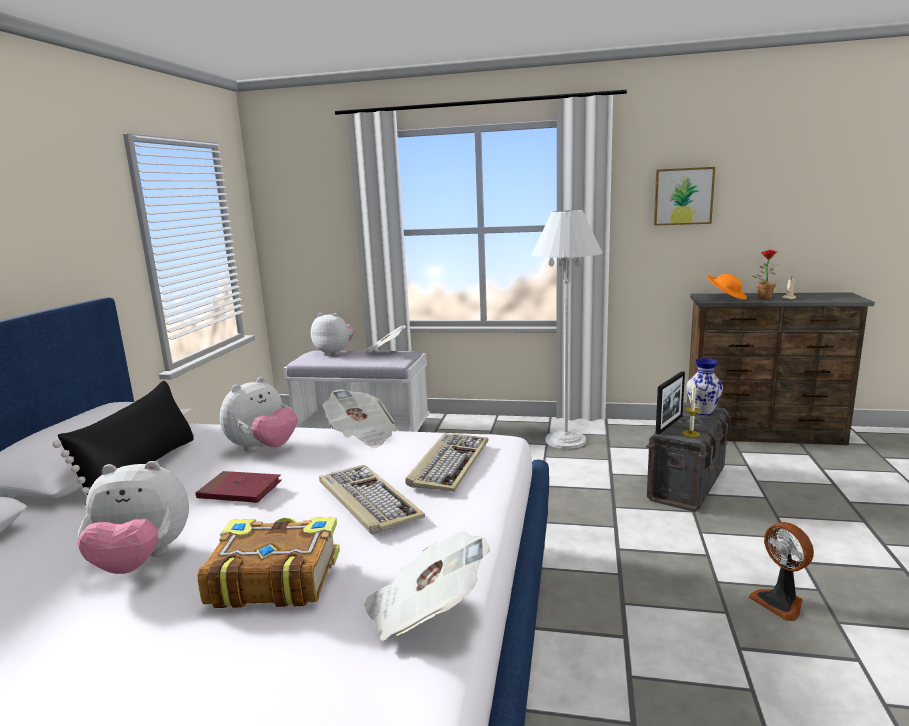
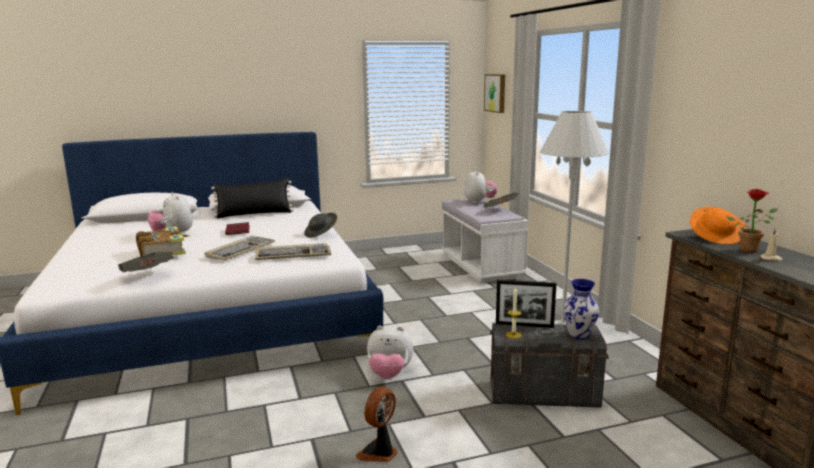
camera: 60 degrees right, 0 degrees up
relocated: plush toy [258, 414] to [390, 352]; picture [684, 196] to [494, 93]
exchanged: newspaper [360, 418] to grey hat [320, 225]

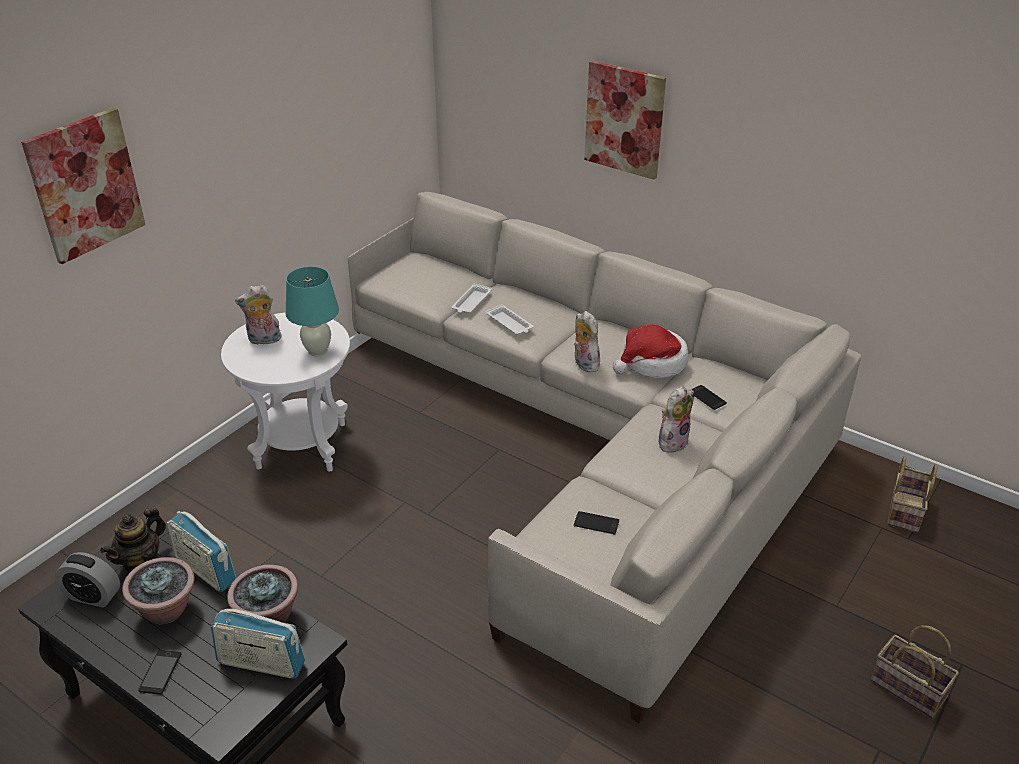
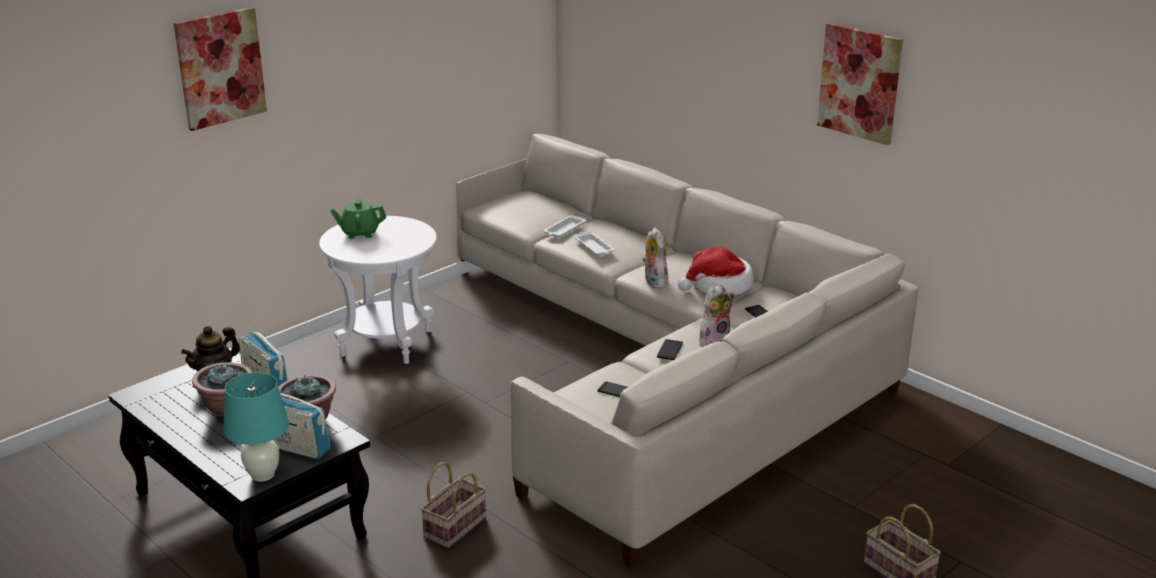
camera: 10 degrees right, 10 degrees down
missing: alarm clock [87, 580]
relocated: turquoise table lamp [312, 311] to [256, 427]; basket [912, 494] to [453, 505]; phone [159, 672] to [670, 349]; picture [625, 120] to [860, 84]
exchanged: plush toy [258, 315] to green teapot [358, 219]

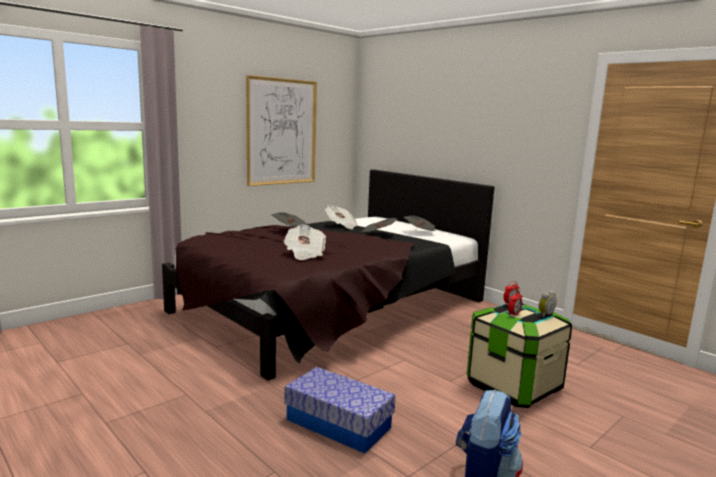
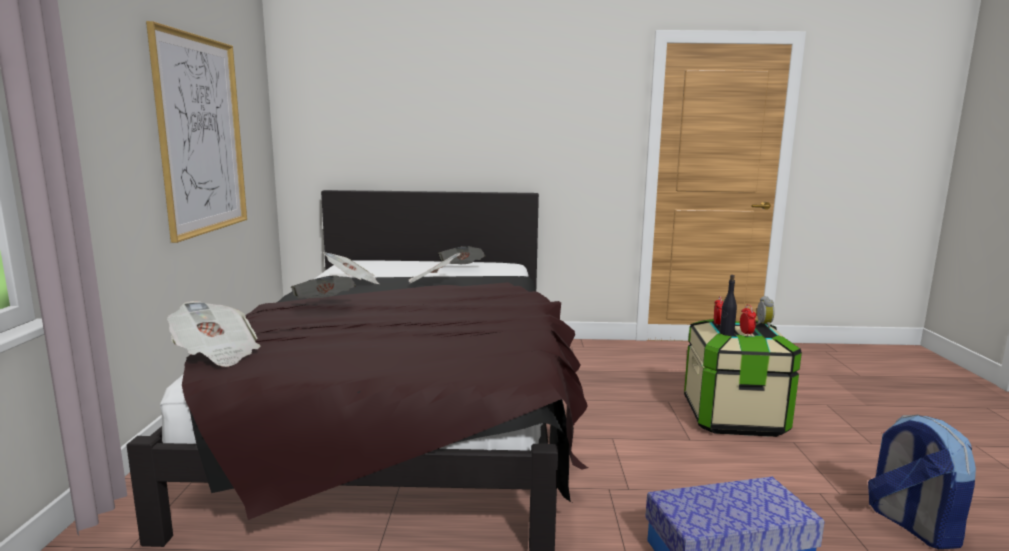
camera: 45 degrees left, 0 degrees up
appeared: black bottle [728, 305]
relocated: newspaper [305, 242] to [214, 334]

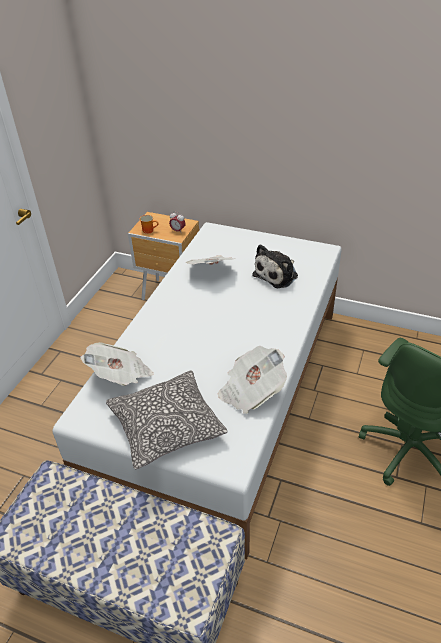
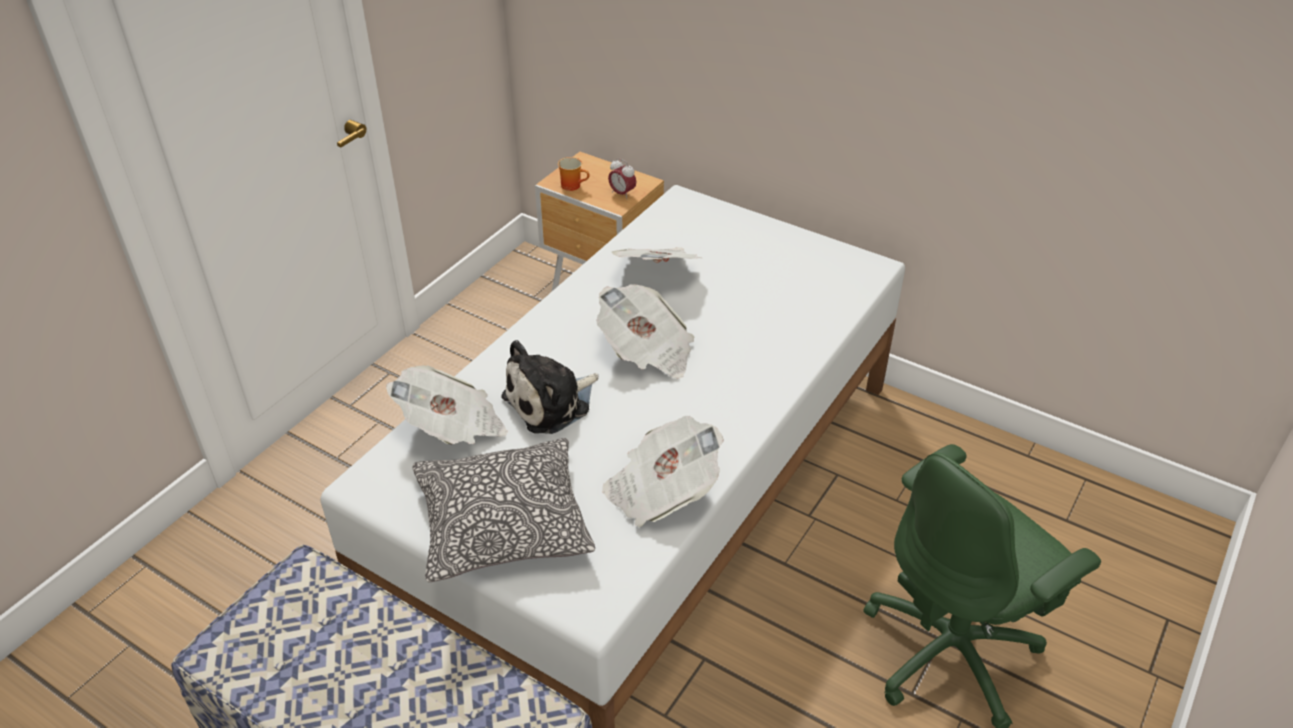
camera: 10 degrees right, 0 degrees up
appeared: newspaper [645, 331]
relocated: plush toy [275, 266] to [550, 387]

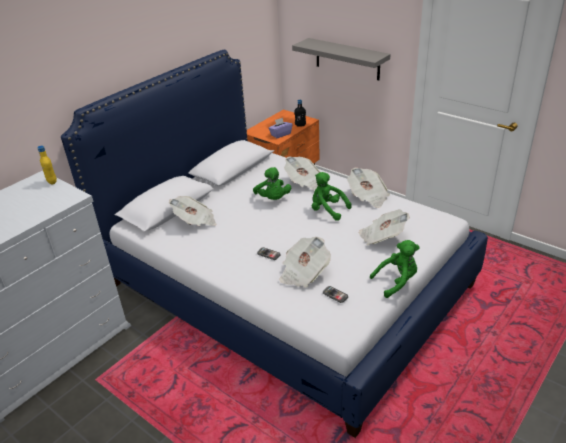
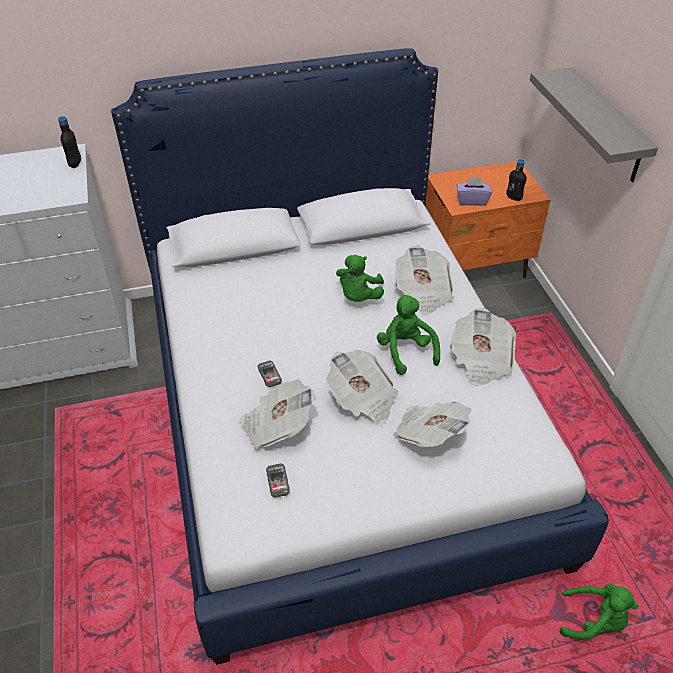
camera: 35 degrees right, 10 degrees up
relocated: newspaper [192, 211] to [362, 387]; green plush toy [395, 269] to [599, 611]
colour: yellow bottle [47, 165] to black bottle [69, 142]

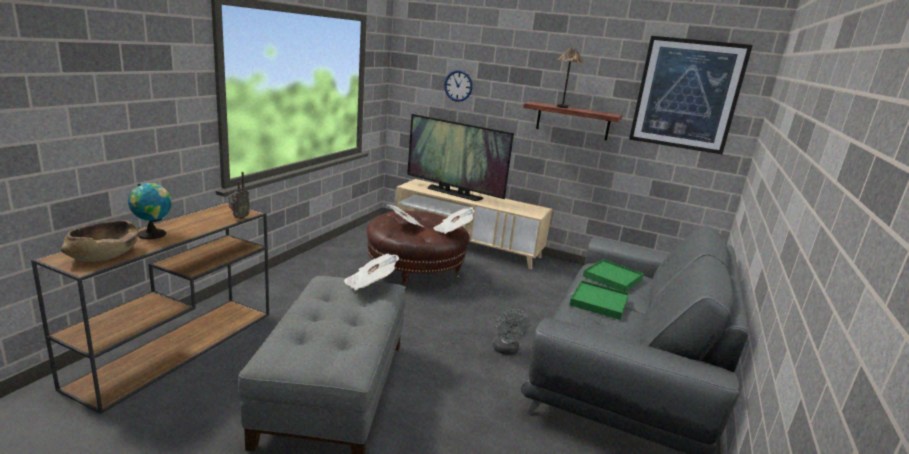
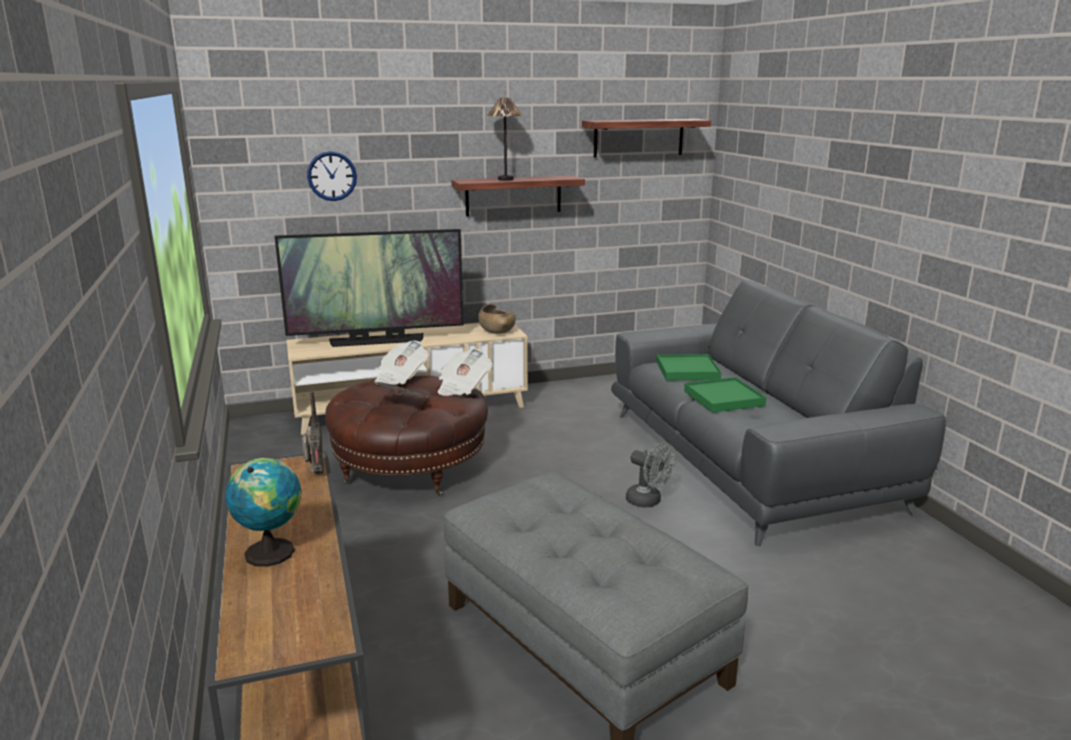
camera: 40 degrees left, 0 degrees up
relocated: newspaper [371, 272] to [401, 362]; brown bowl [99, 241] to [497, 319]
exchanged: picture [691, 95] to shelf [646, 138]

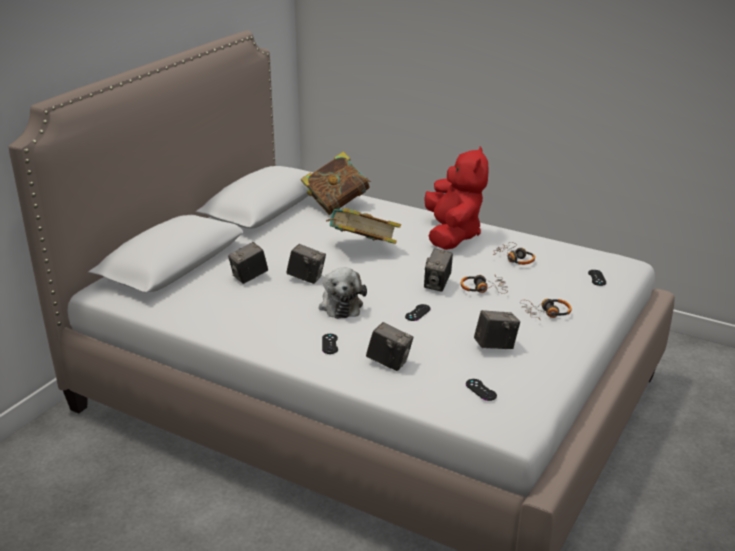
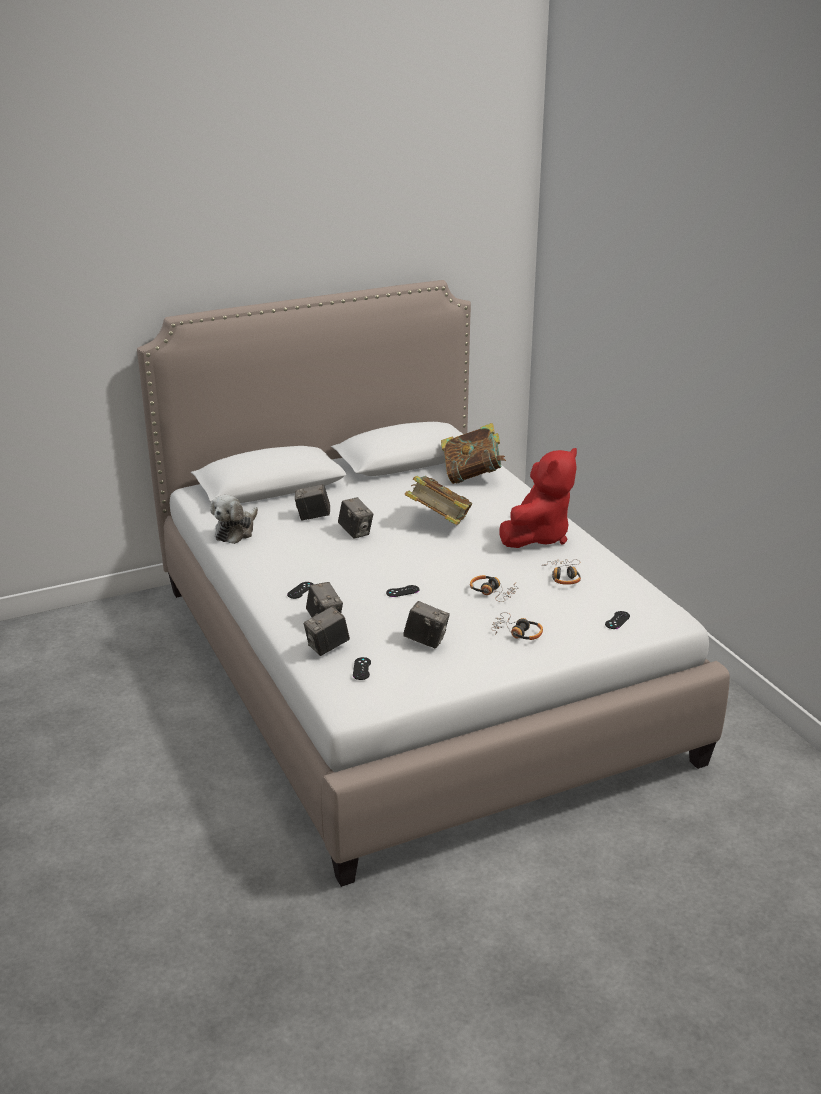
camera: 35 degrees right, 0 degrees up
relocated: plush toy [343, 293] to [234, 519]; photo camera [438, 270] to [327, 631]

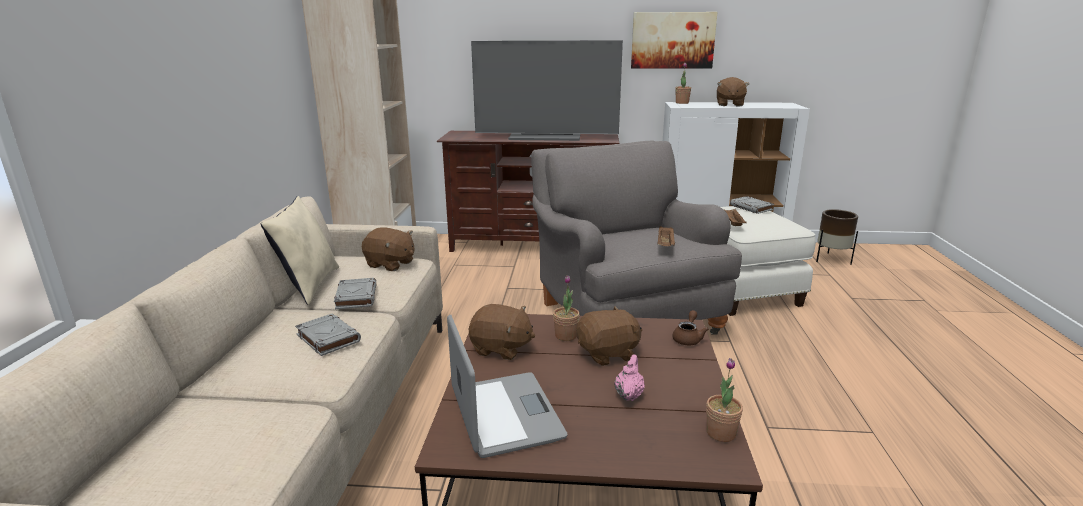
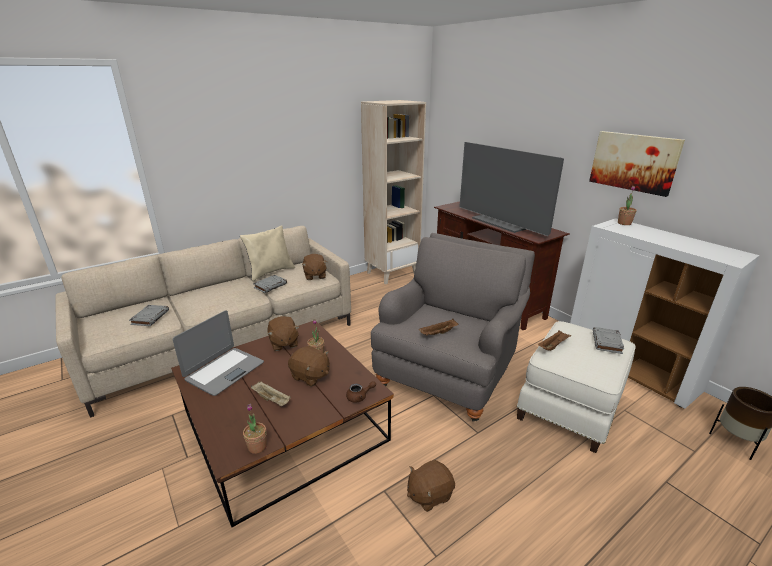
camera: 50 degrees right, 5 degrees up
relocated: grey book [328, 335] to [149, 315]; brown plush toy [733, 91] to [431, 486]
exchanged: pink teapot [629, 377] to beige tray [271, 393]

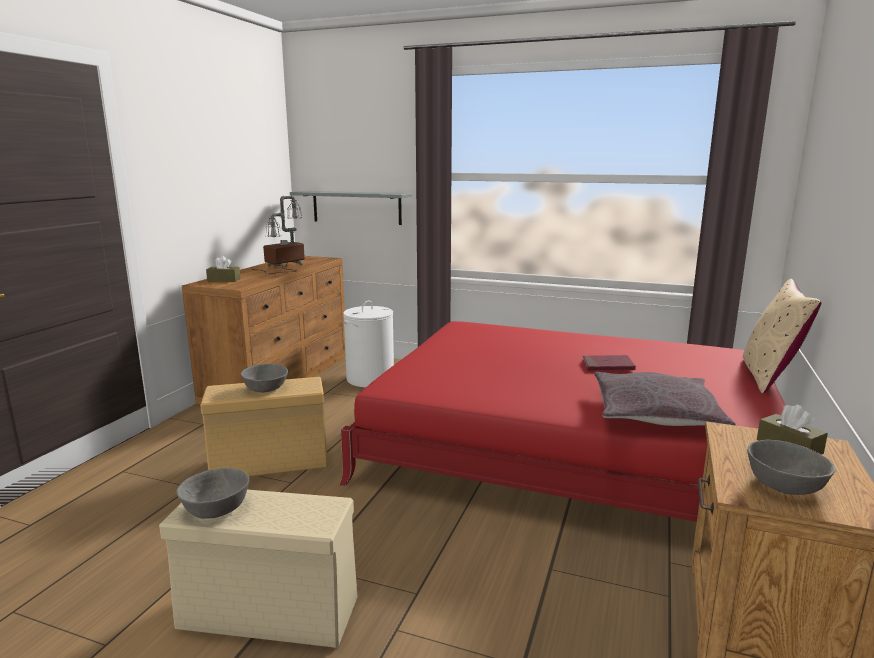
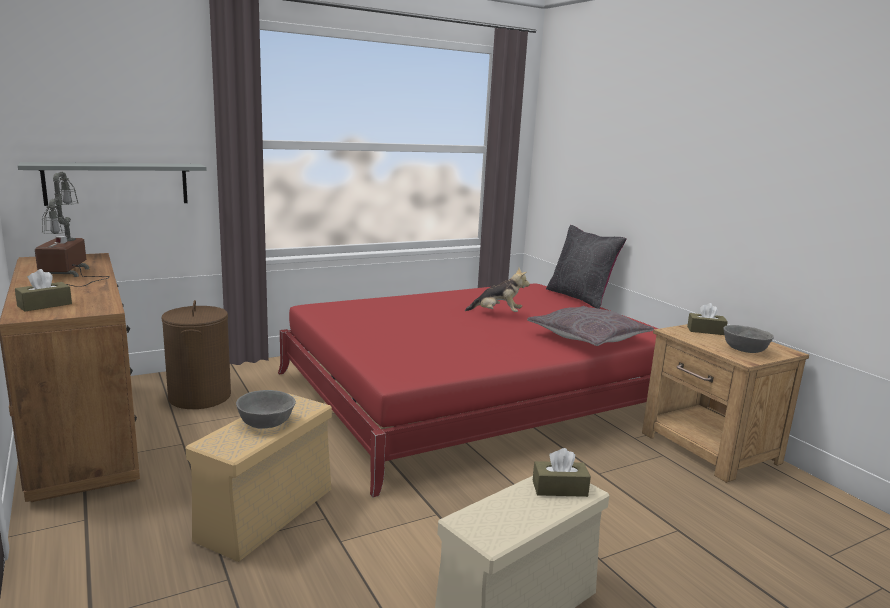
camera: 50 degrees left, 0 degrees up
missing: grey bowl [212, 493]
appeared: brown tissue box [562, 472]
exchanged: red book [609, 363] to plush toy [497, 290]
colour: white laundry basket [368, 343] to brown laundry basket [196, 354]; beige pillow [782, 336] to black pillow [586, 267]

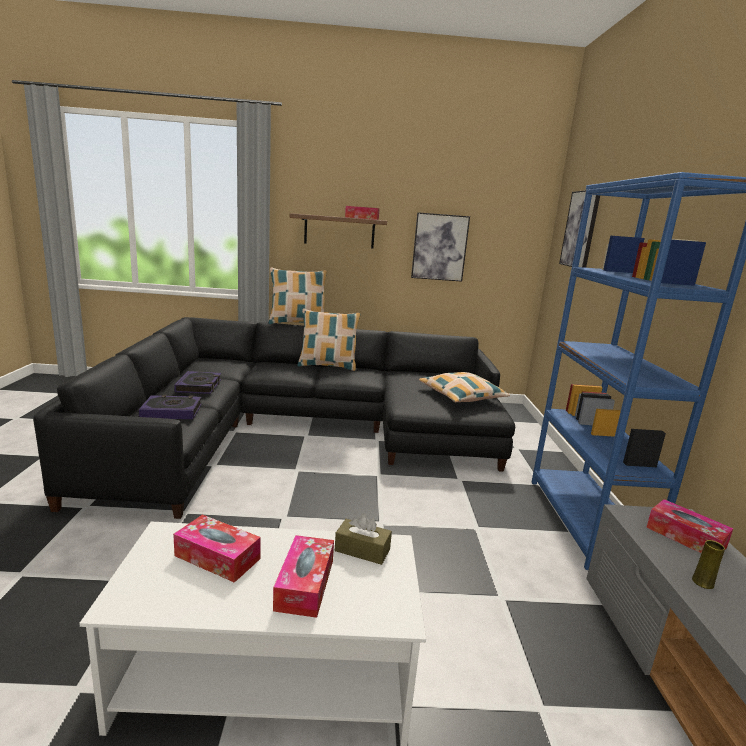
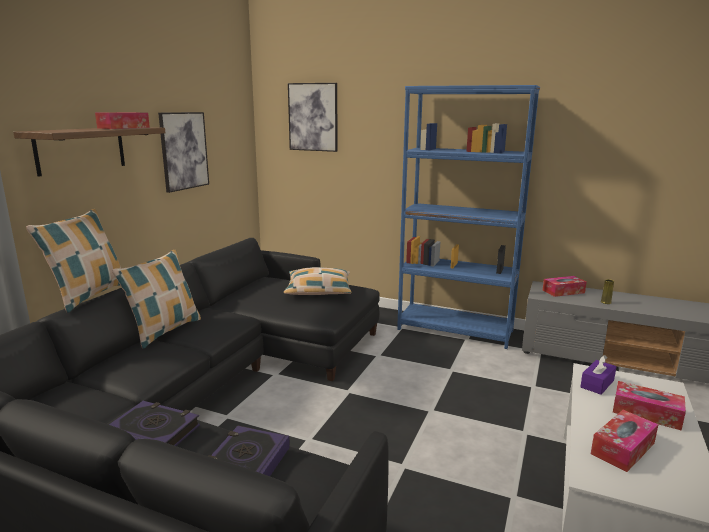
camera: 65 degrees left, 0 degrees up
colour: brown tissue box [363, 539] to purple tissue box [598, 375]

